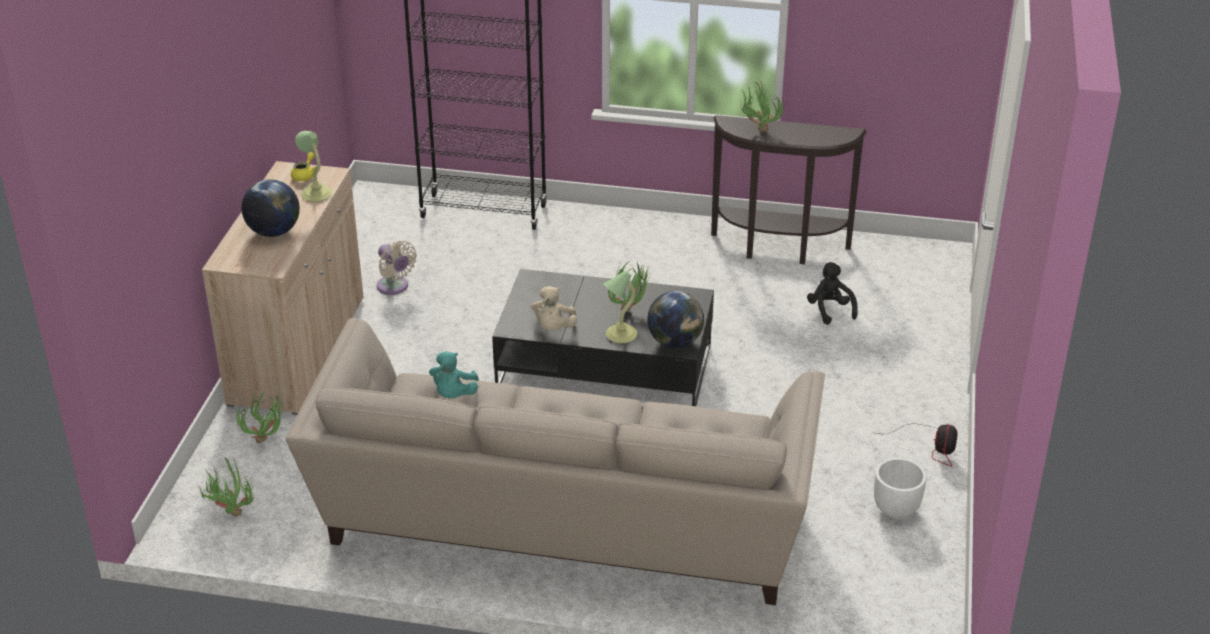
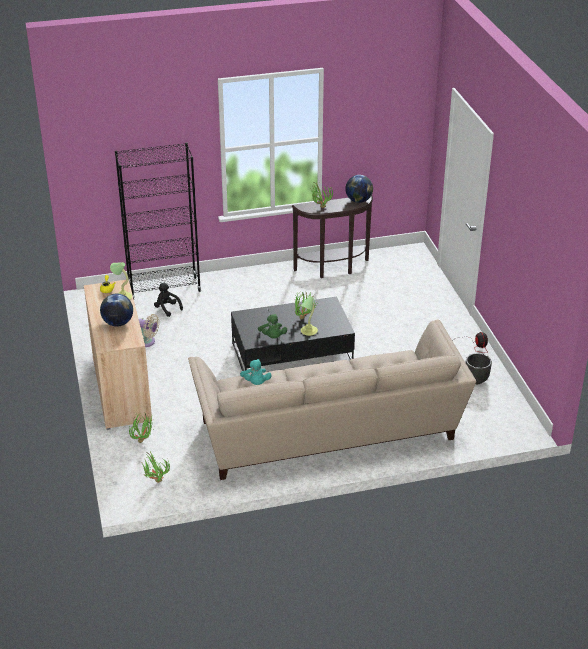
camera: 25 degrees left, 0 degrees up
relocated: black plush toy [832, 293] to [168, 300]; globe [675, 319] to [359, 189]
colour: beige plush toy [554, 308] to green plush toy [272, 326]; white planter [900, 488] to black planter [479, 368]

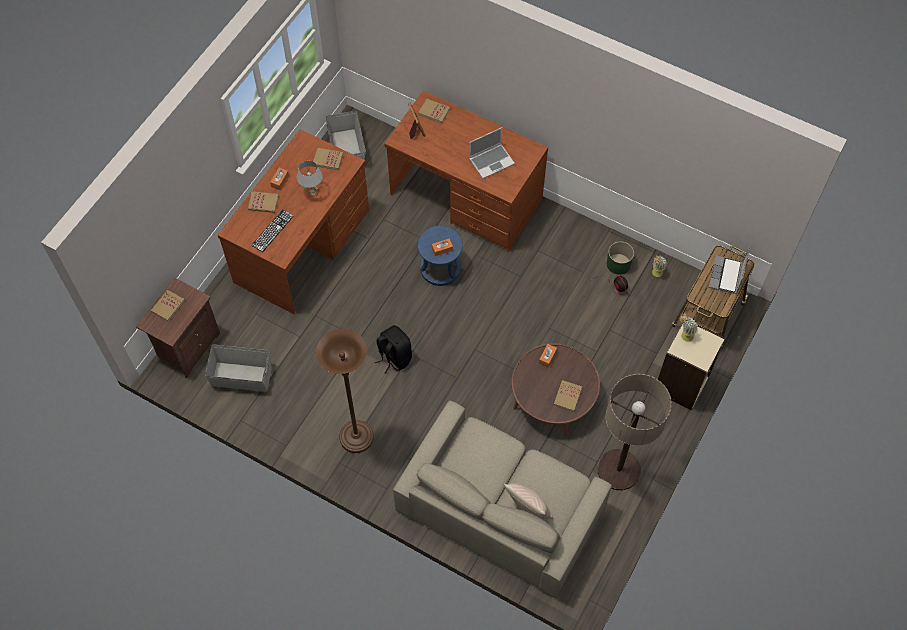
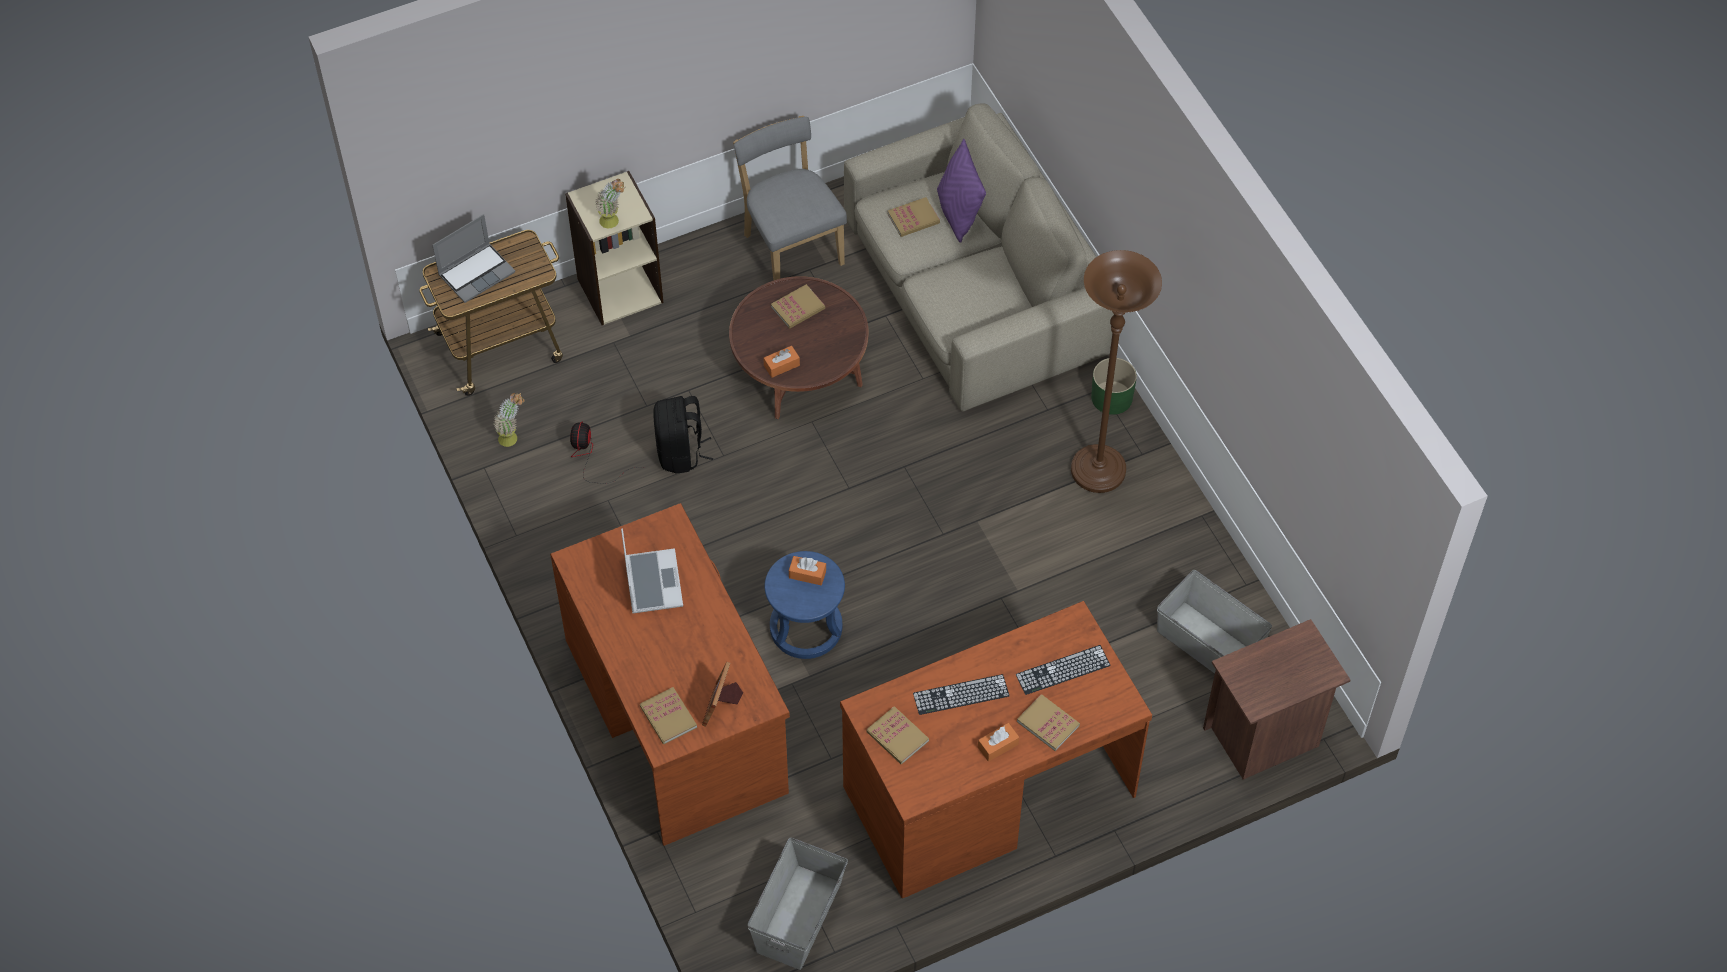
camera: 145 degrees left, 5 degrees down
relocated: black backpack [393, 349] to [683, 434]; book [168, 306] to [914, 217]; green planter [620, 258] to [1114, 386]
exchanged: floor lamp [635, 432] to grey chair [790, 198]; white table lamp [310, 178] to keyboard [961, 694]
colour: beige pillow [528, 501] to purple pillow [961, 191]
spun: laptop [492, 153] = [652, 570] 75 degrees clockwise

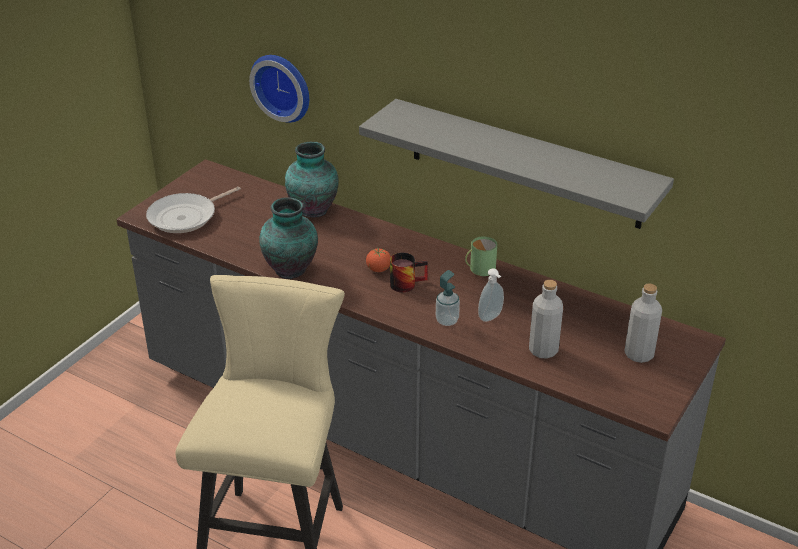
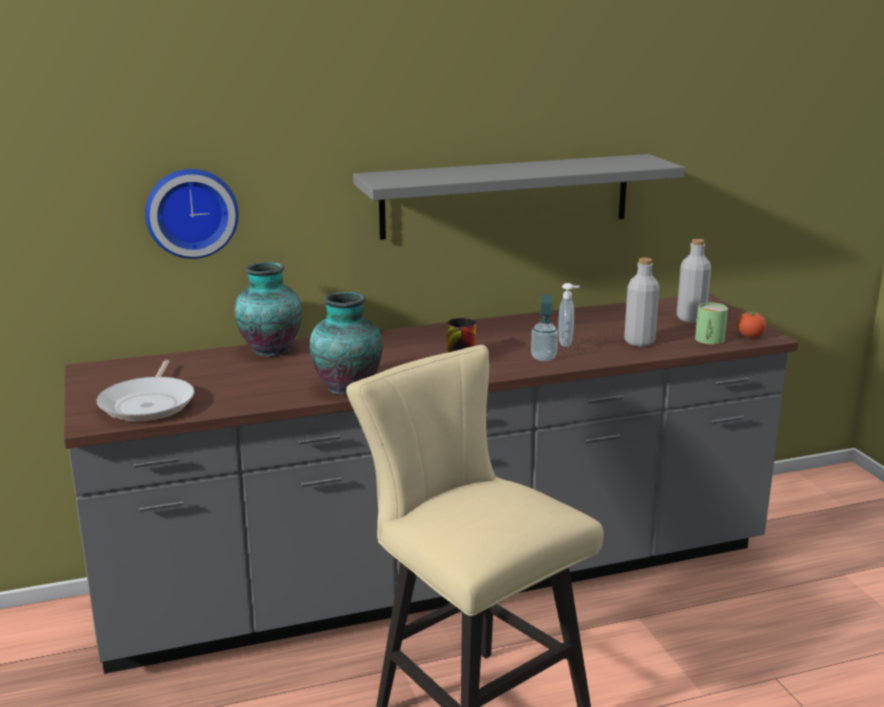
camera: 50 degrees left, 15 degrees down
relocated: green mug [481, 256] to [711, 324]; tomato [378, 260] to [751, 325]

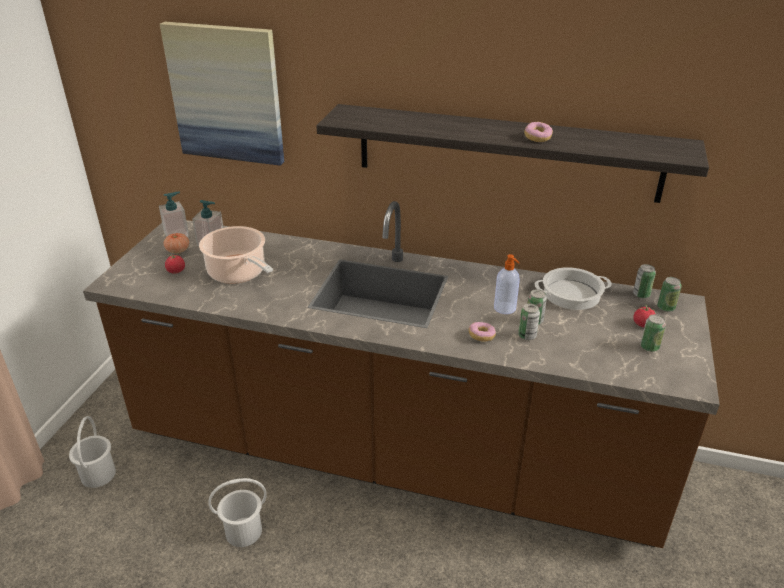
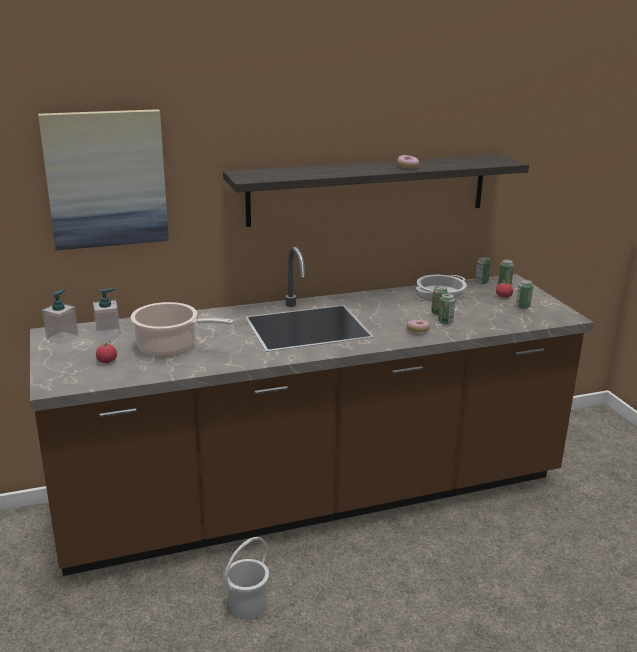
camera: 35 degrees left, 10 degrees down
missing: white bucket [92, 452]; tomato [176, 243]; soap dispenser [507, 284]

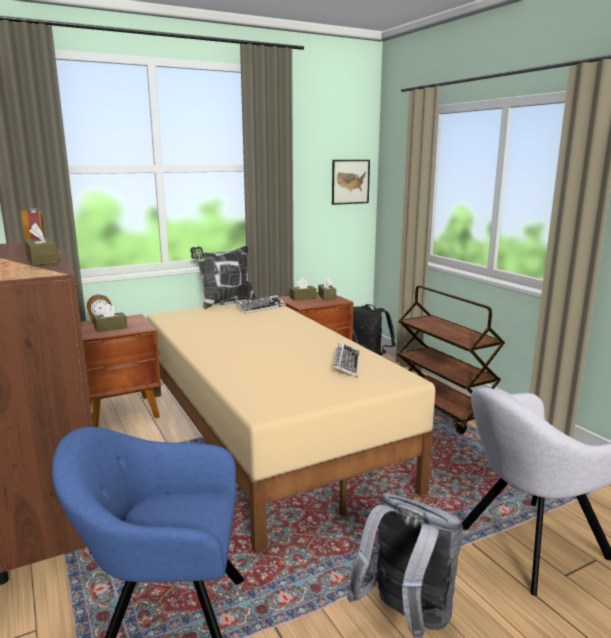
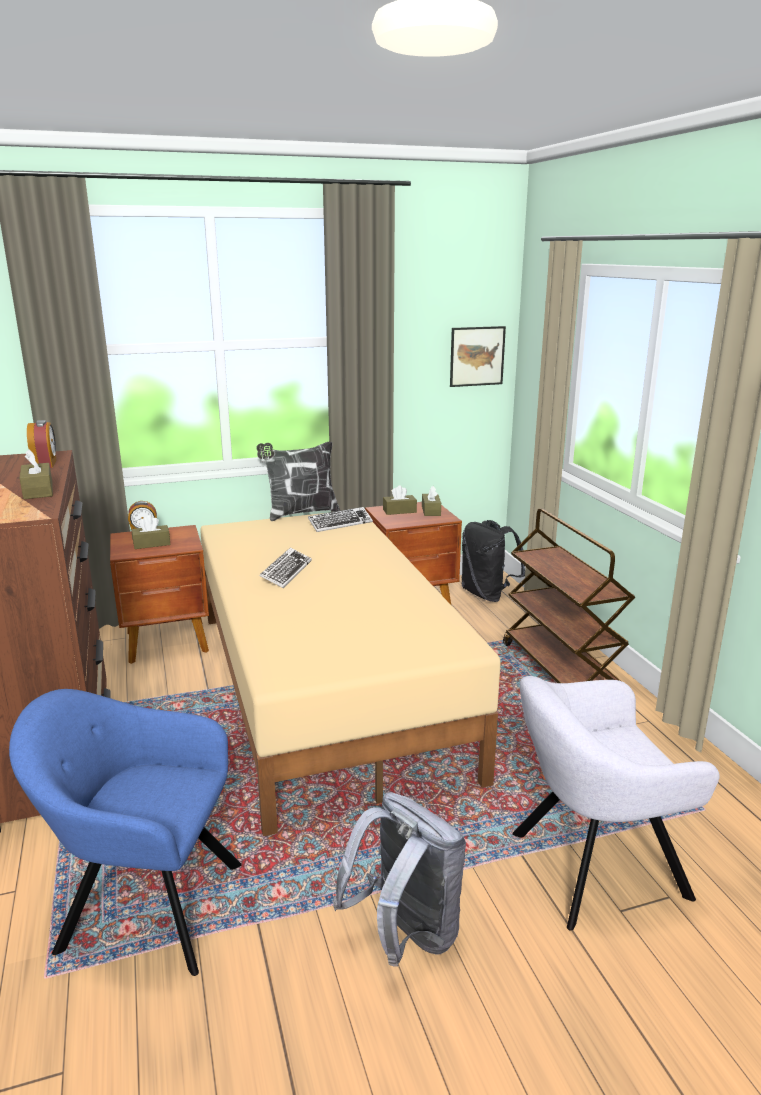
camera: 10 degrees right, 5 degrees up
relocated: keyboard [346, 360] to [286, 568]

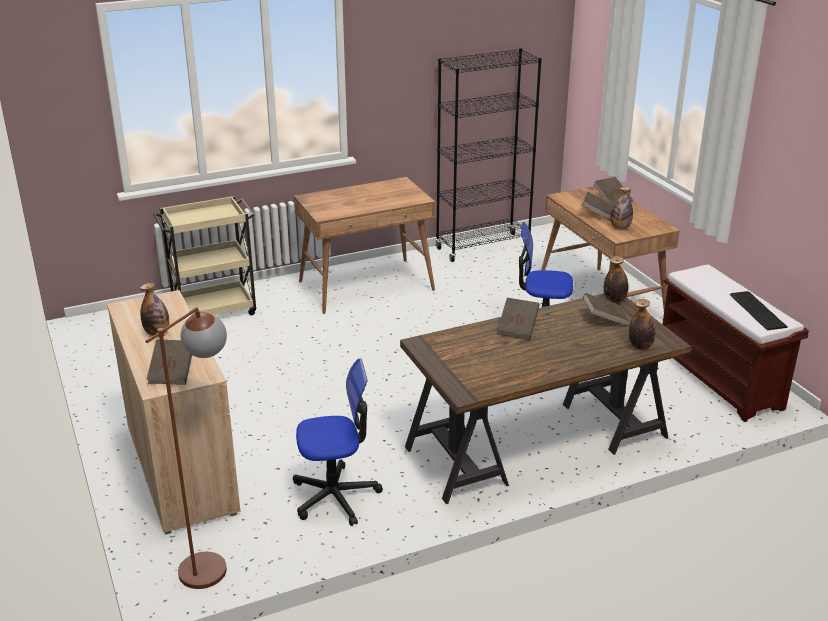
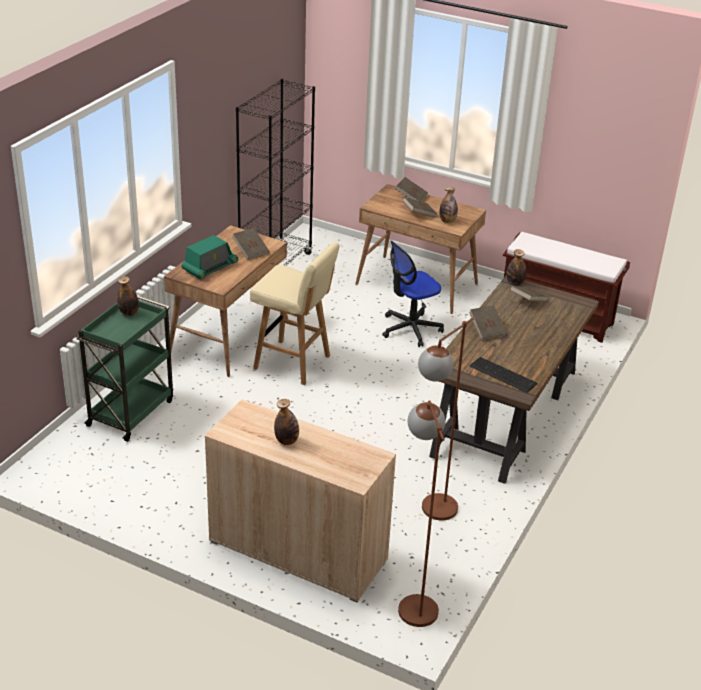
camera: 40 degrees left, 5 degrees up
appeared: radio [210, 257]; beige stool [295, 313]
relocated: bottle [642, 324] to [128, 296]; brown book [169, 362] to [251, 244]; keyboard [759, 310] to [504, 375]
exchanged: office chair [338, 442] to brown floor lamp [446, 419]
colour: beige cart [204, 255] to green cart [125, 369]

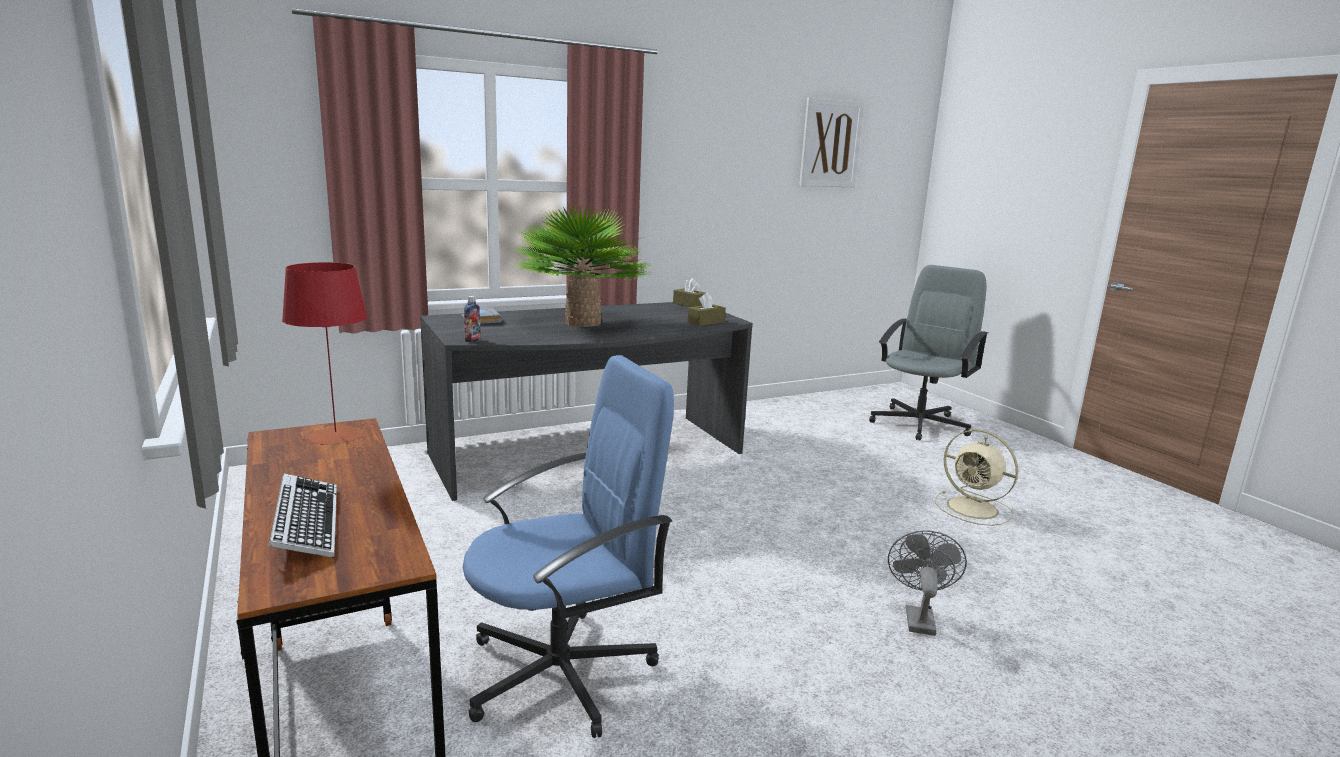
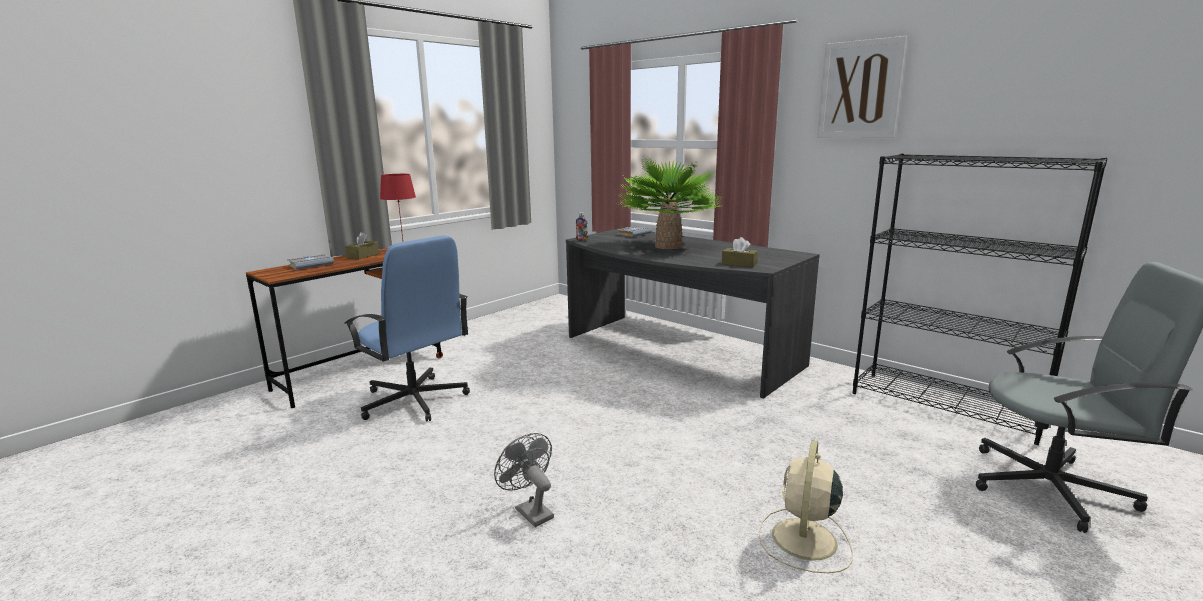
camera: 70 degrees right, 0 degrees up
appeared: black bookcase [980, 299]
relocated: brown tissue box [689, 292] to [362, 246]; picture [831, 142] to [862, 87]
exchanged: keyboard [302, 515] to grey book [311, 262]
spun: grey fan [927, 583] = [524, 480] 120 degrees counterclockwise

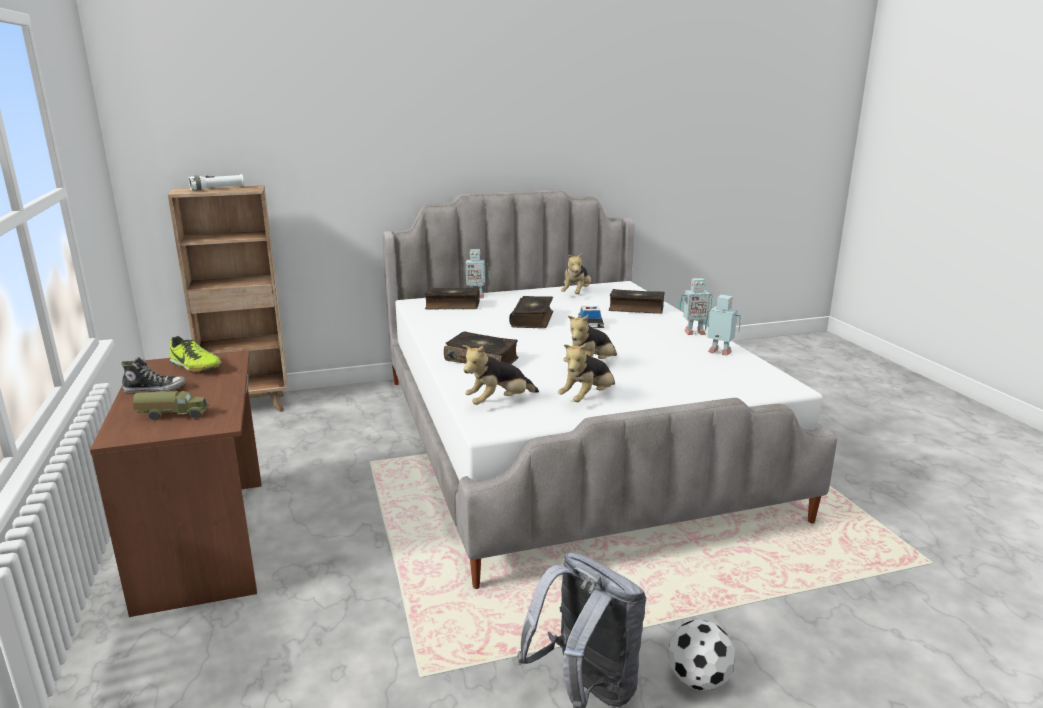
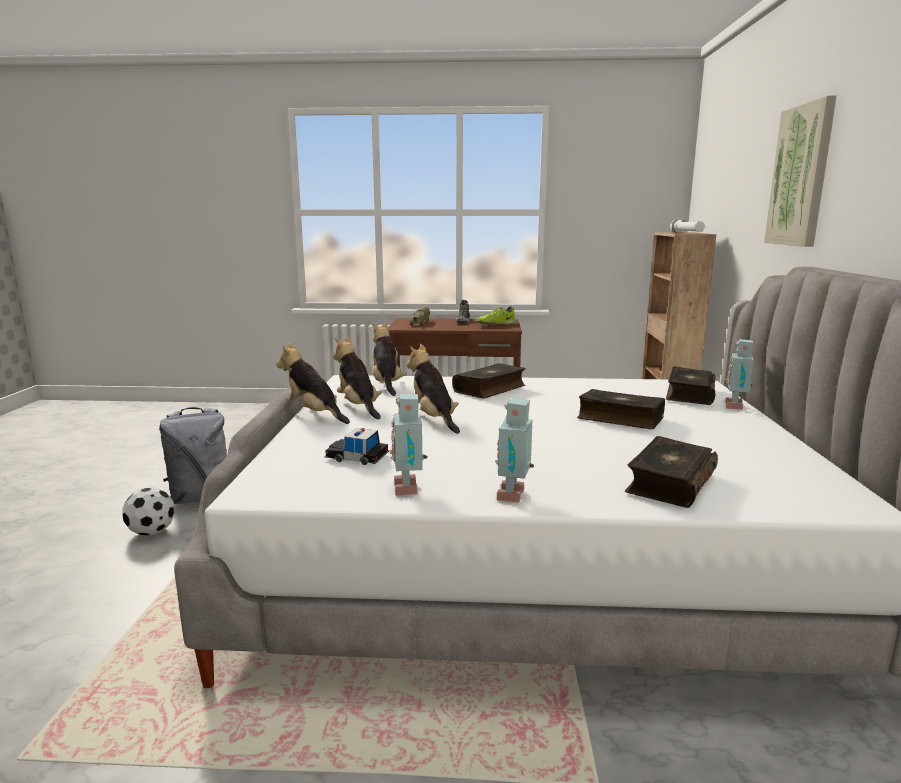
camera: 110 degrees right, 5 degrees down
appeared: picture [800, 171]
relocated: plush toy [576, 273] to [313, 383]; toy car [591, 317] to [357, 446]
spun: toy robot [723, 325] = [408, 445] 120 degrees clockwise

